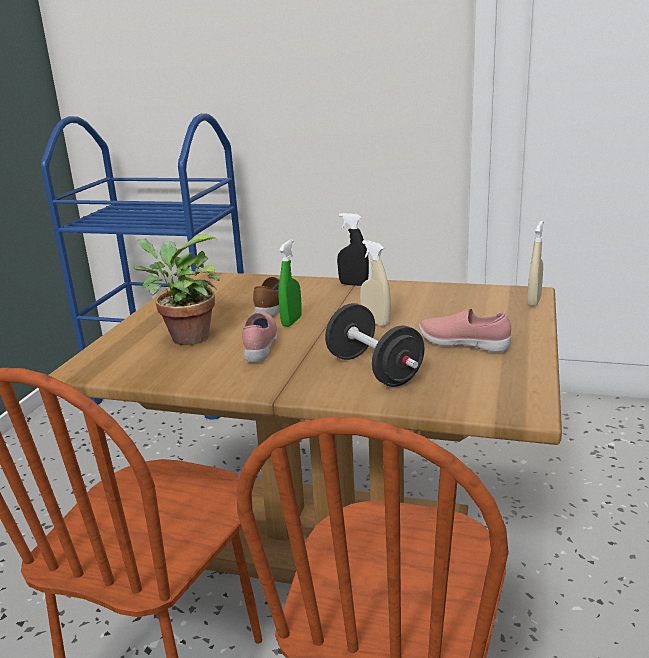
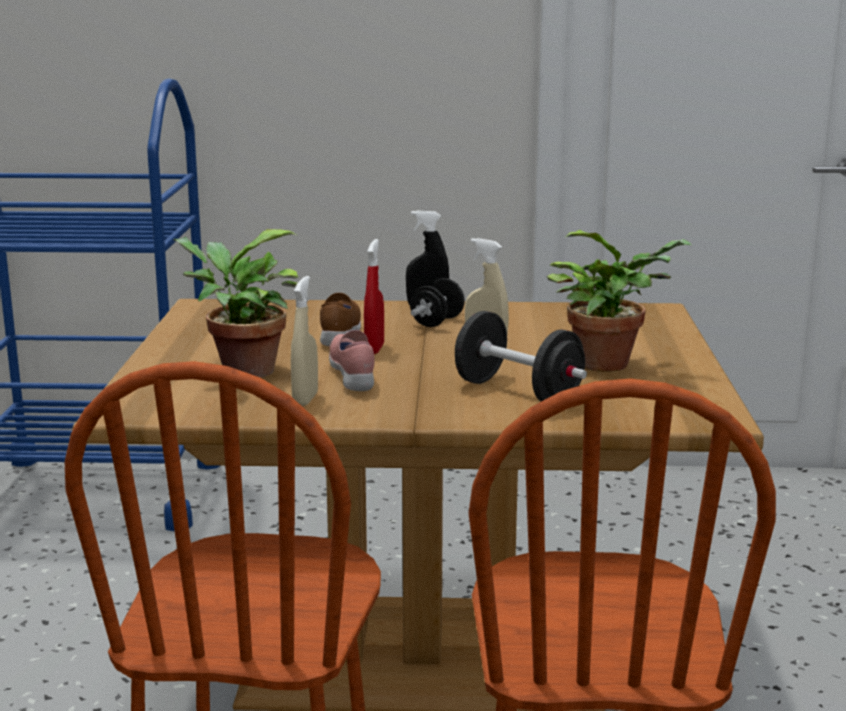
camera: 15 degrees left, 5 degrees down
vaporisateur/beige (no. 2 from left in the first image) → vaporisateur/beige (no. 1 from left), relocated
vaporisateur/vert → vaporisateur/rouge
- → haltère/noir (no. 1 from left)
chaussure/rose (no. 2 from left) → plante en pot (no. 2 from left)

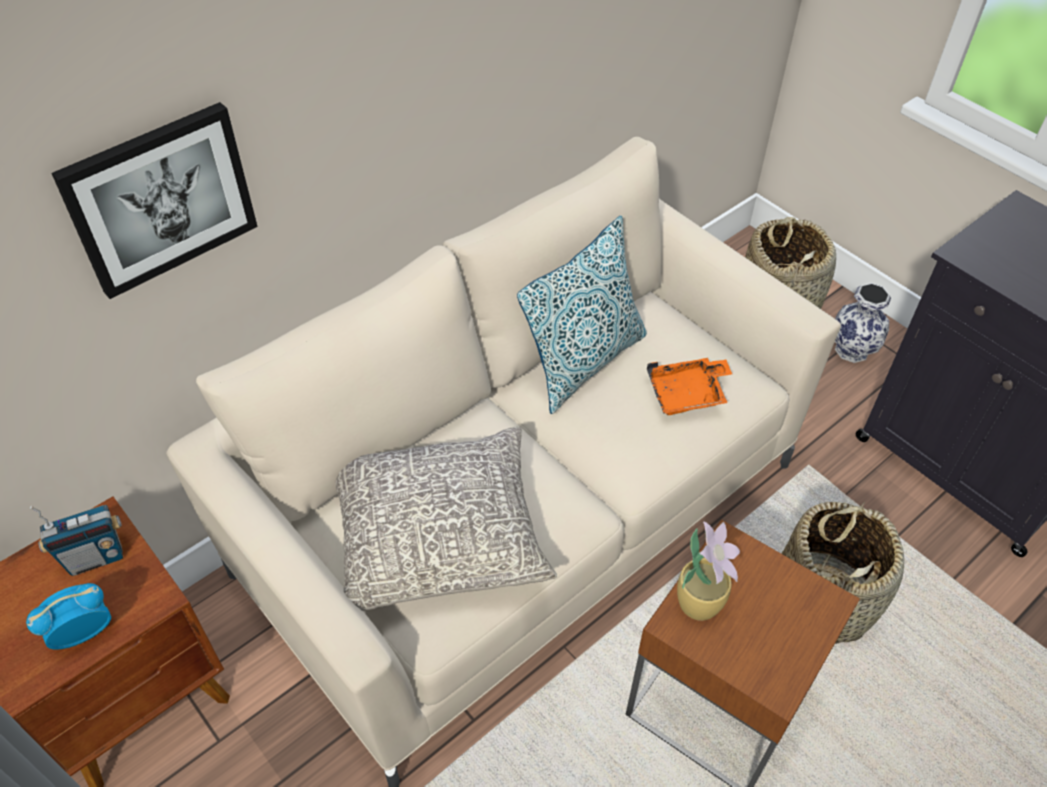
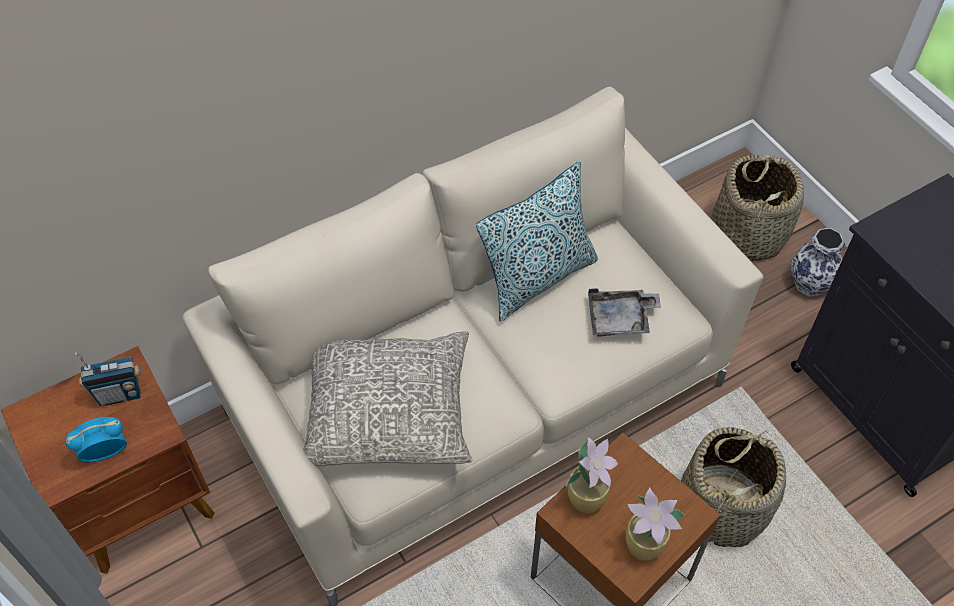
camera: 10 degrees right, 5 degrees up
plateau/orange → plateau/gris
- → plante en pot (no. 2 from left)
tableau → -

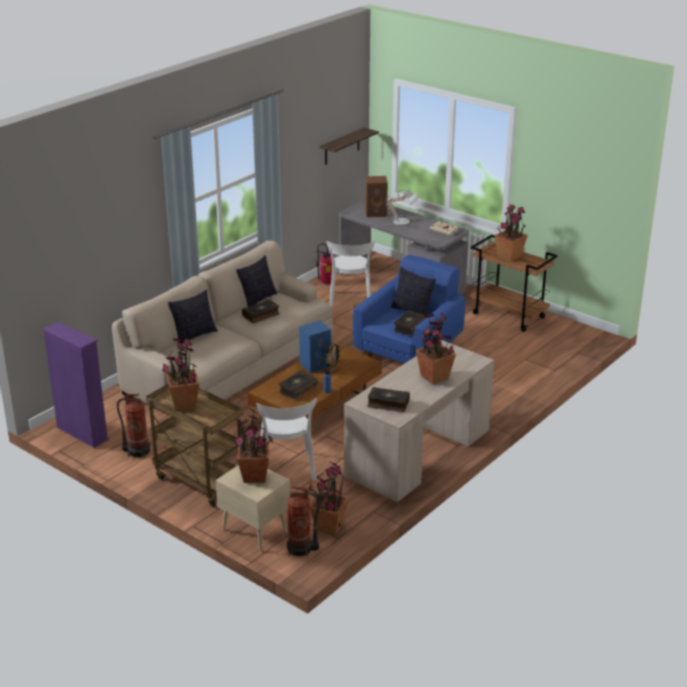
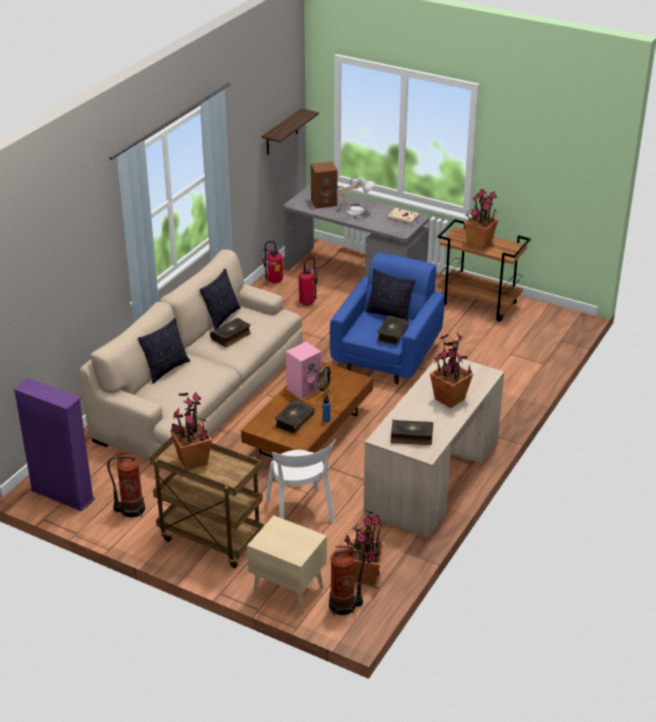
camera: 10 degrees left, 5 degrees up
enceinte/bleu → enceinte/rose
chaise/blanc (no. 2 from left) → extincteur (no. 3 from left)
plante en pot (no. 2 from left) → -

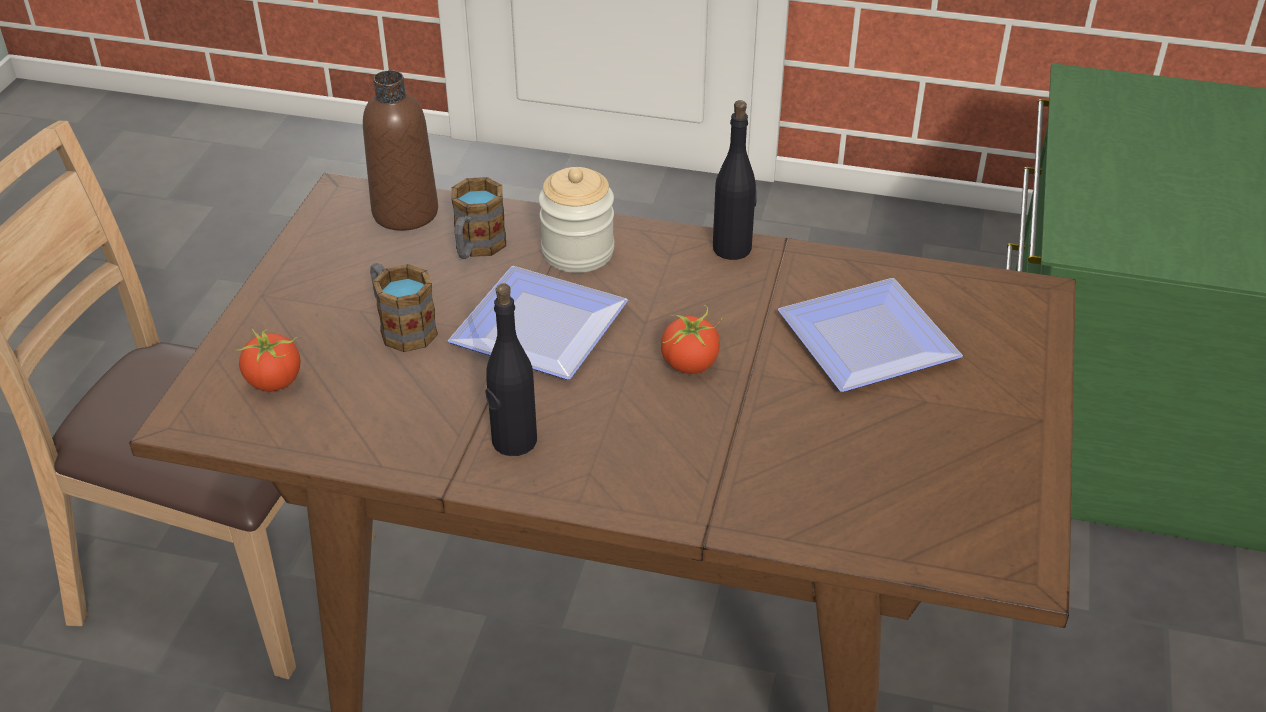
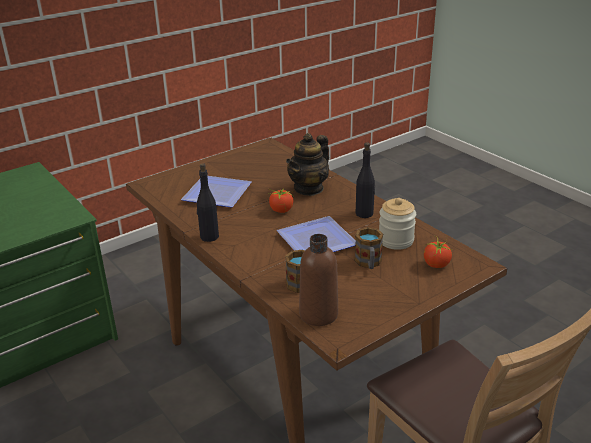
camera: 140 degrees left, 10 degrees down
- → théière
bocal, relocated

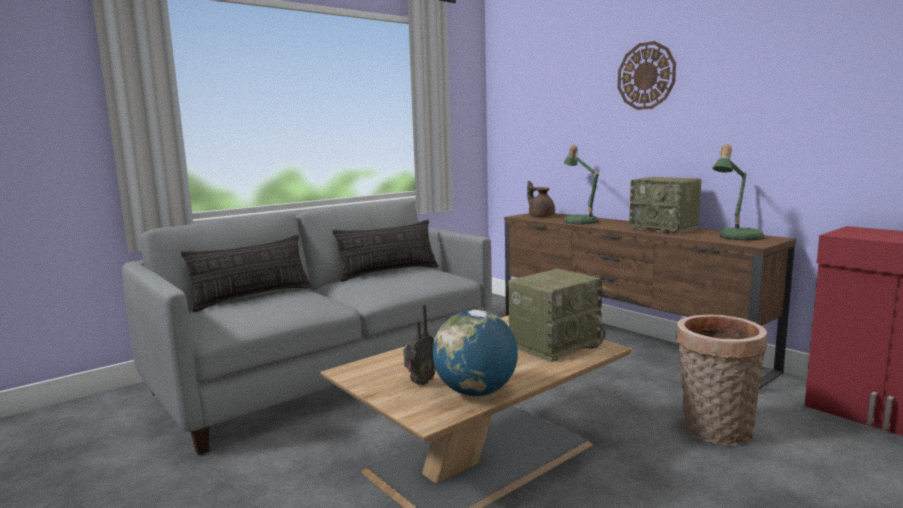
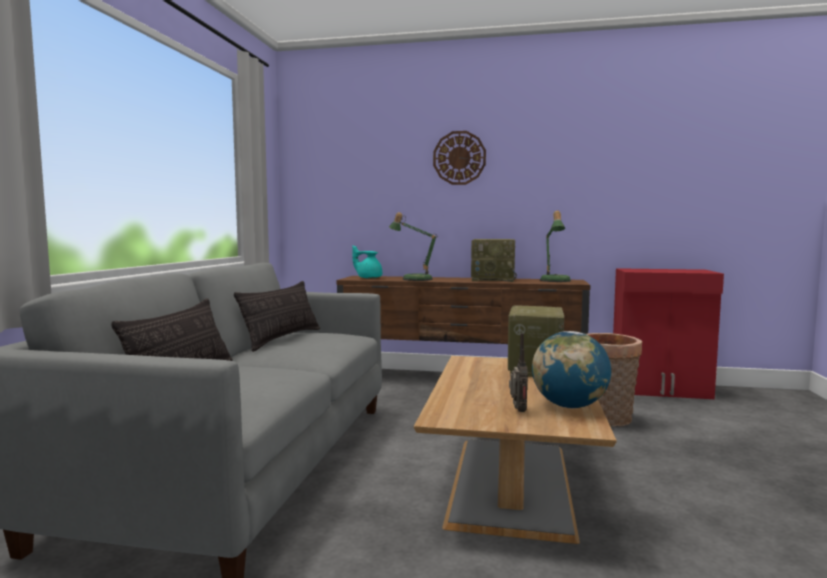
camera: 40 degrees left, 5 degrees down
théière/marron → théière/turquoise

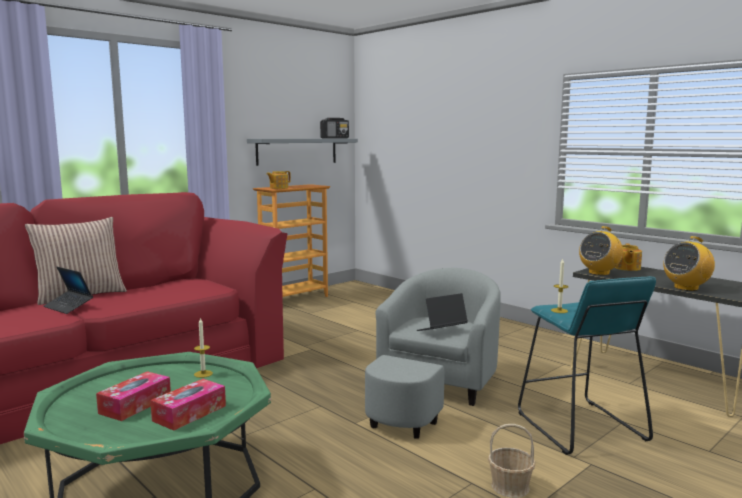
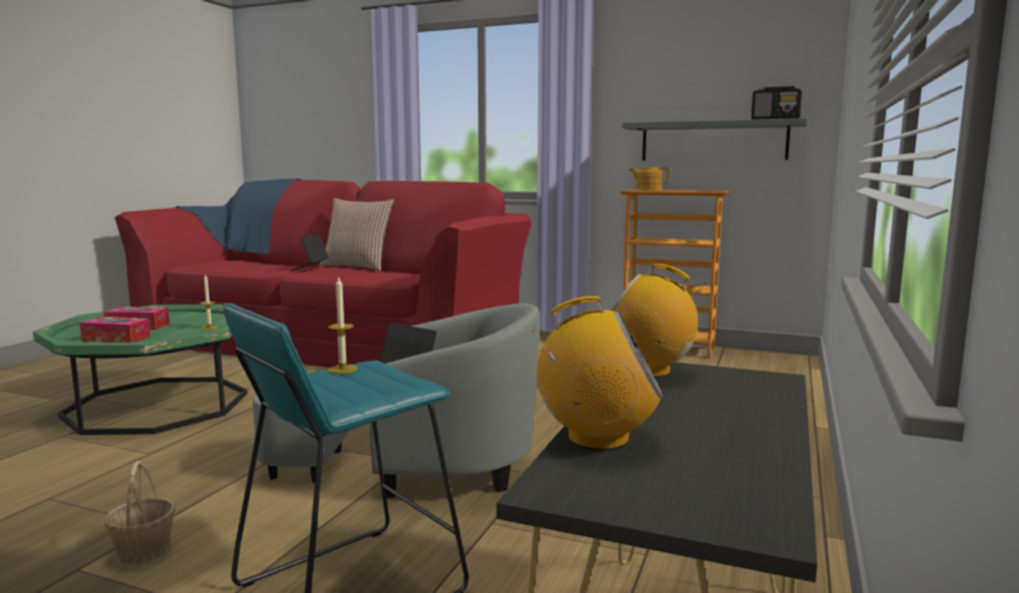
camera: 65 degrees right, 0 degrees up
radio (no. 3 from left in the first image) → radio (no. 1 from left), 150 degrees clockwise
théière (no. 2 from left) → -

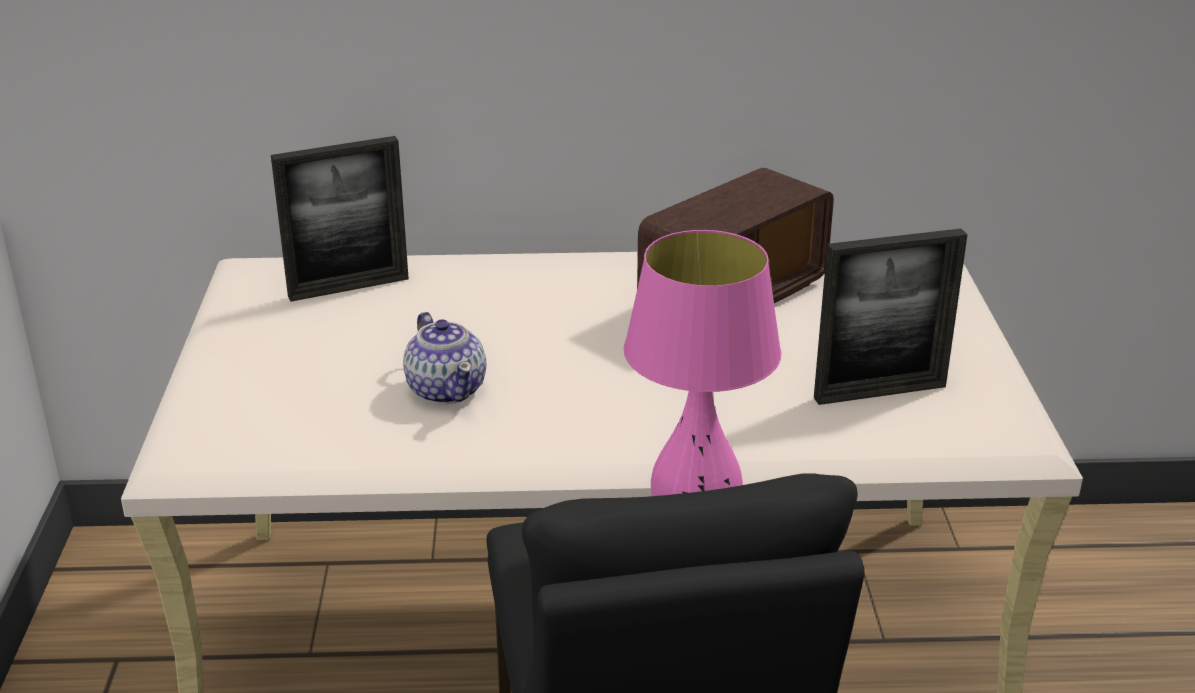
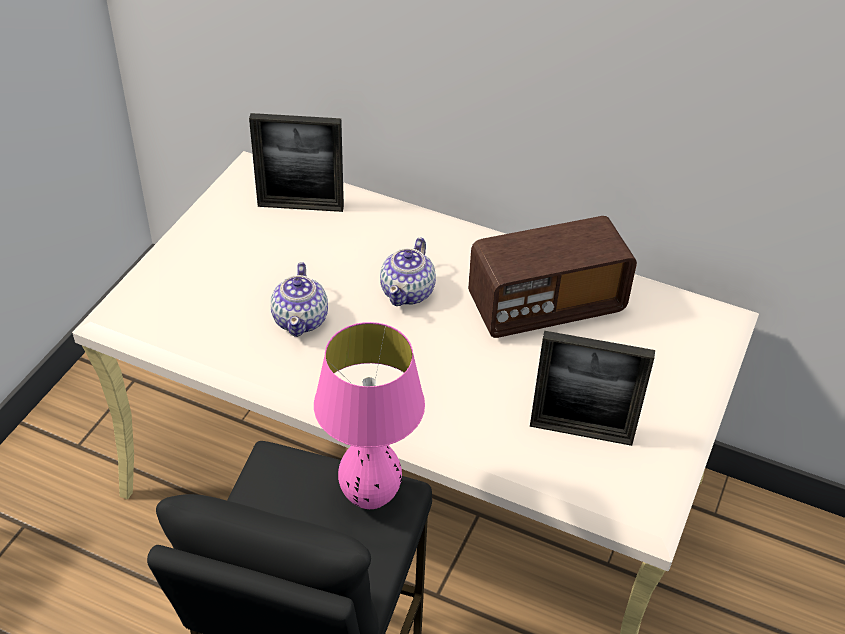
camera: 25 degrees right, 15 degrees up
- → théière (no. 2 from left)

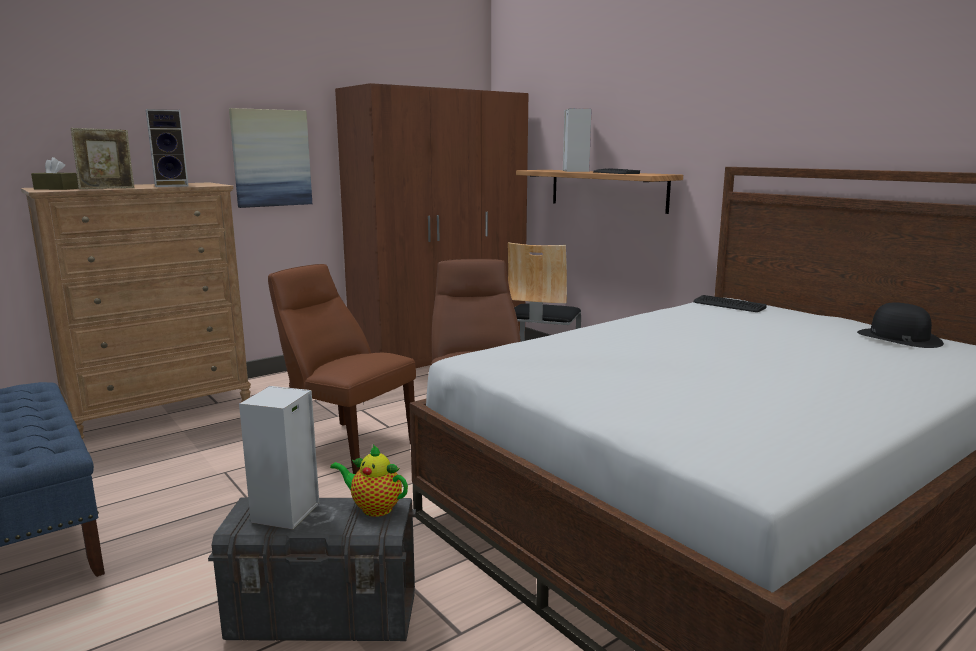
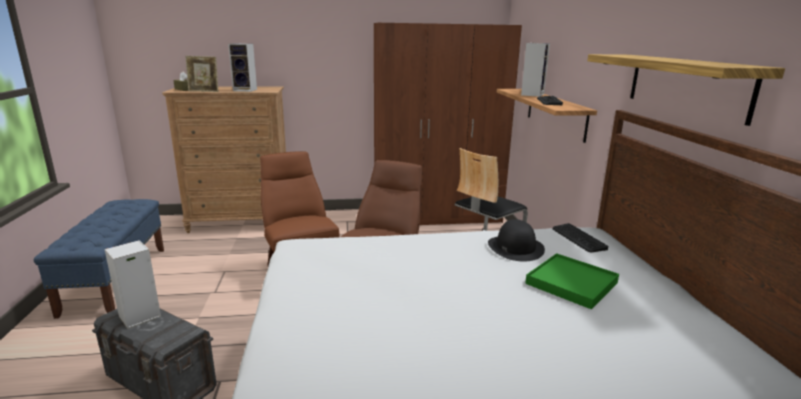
camera: 30 degrees right, 5 degrees up
chapeau/noir, relocated
- → plateau/vert
- → étagère (no. 2 from left)
tableau → -
théière → -

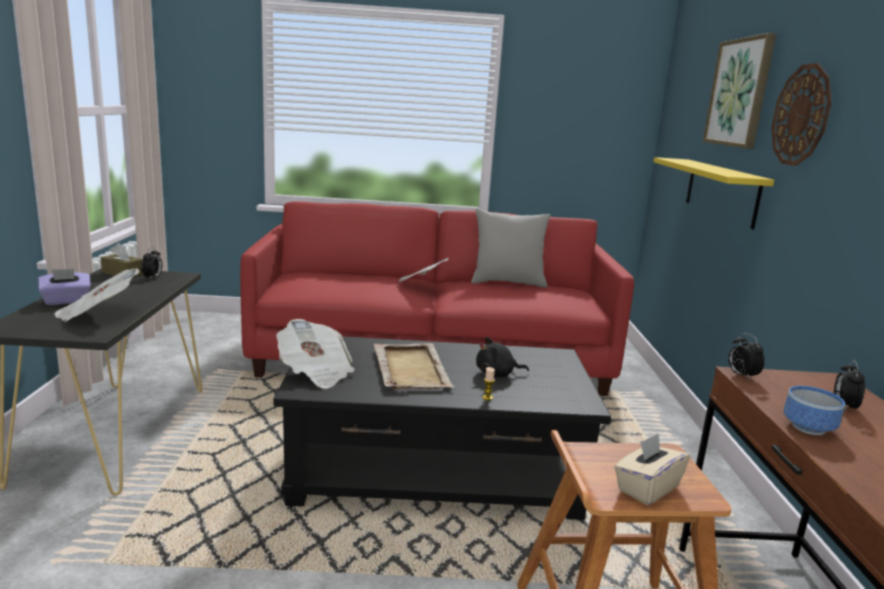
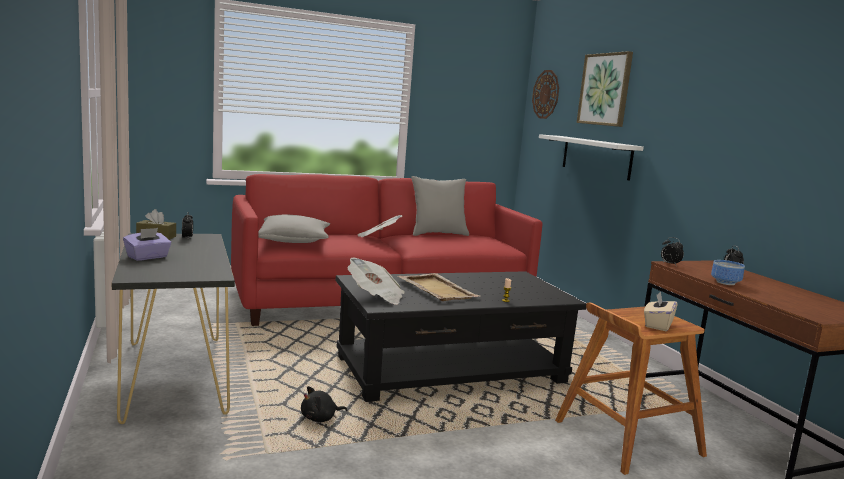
camera: 20 degrees left, 5 degrees down
- → coussin/gris (no. 1 from left)
peluche/noir, relocated
horloge murale, relocated
étagère/jaune → étagère/blanc
journal (no. 1 from left) → -

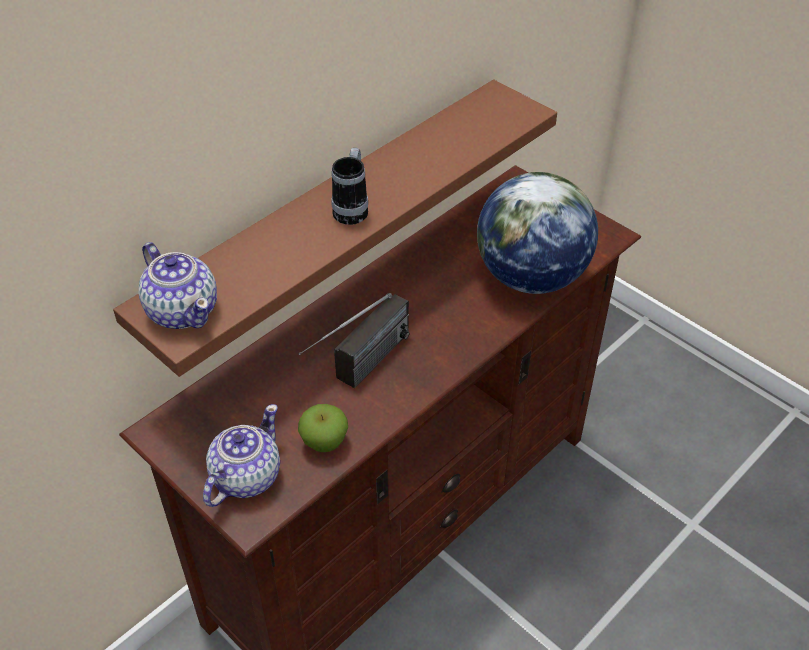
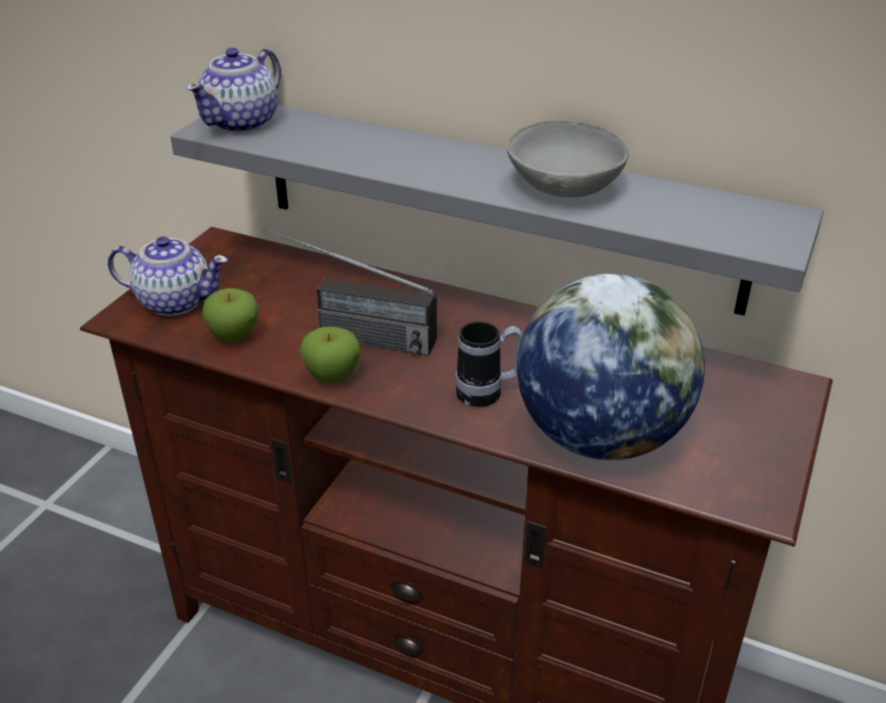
camera: 70 degrees right, 10 degrees down
étagère/marron → étagère/gris
- → pomme (no. 2 from left)
mug, relocated
- → bol/gris

